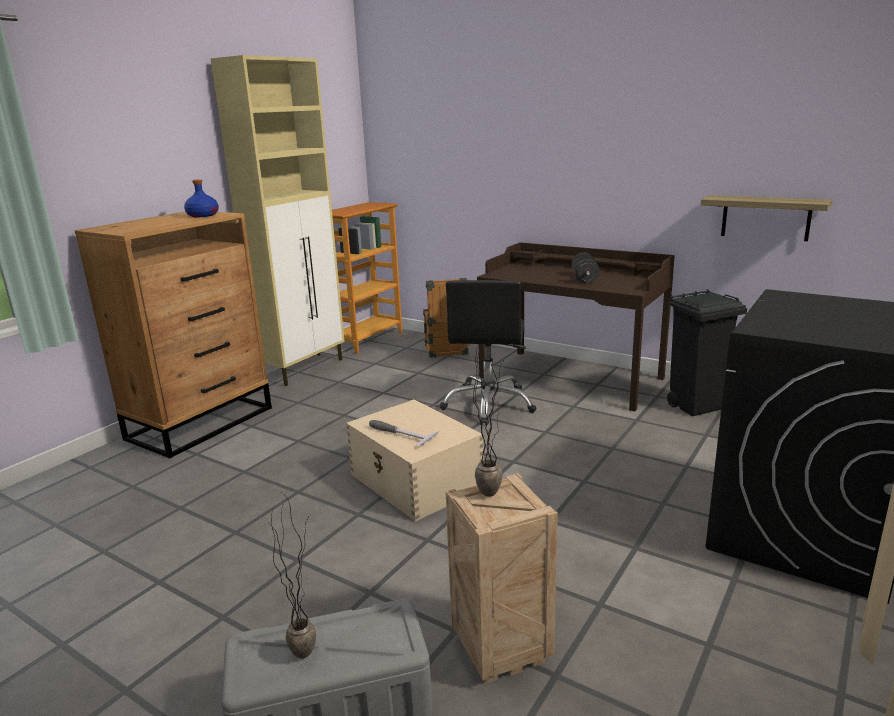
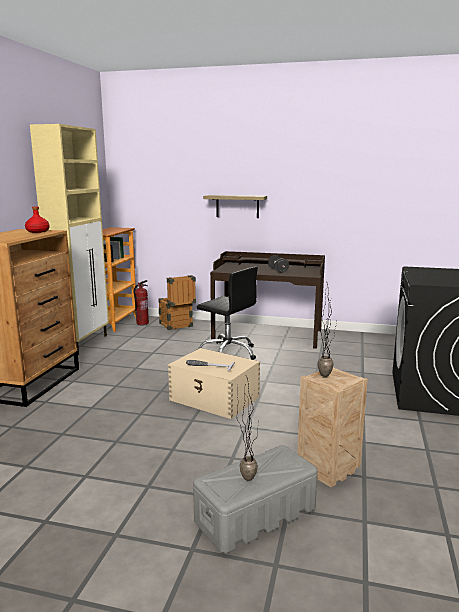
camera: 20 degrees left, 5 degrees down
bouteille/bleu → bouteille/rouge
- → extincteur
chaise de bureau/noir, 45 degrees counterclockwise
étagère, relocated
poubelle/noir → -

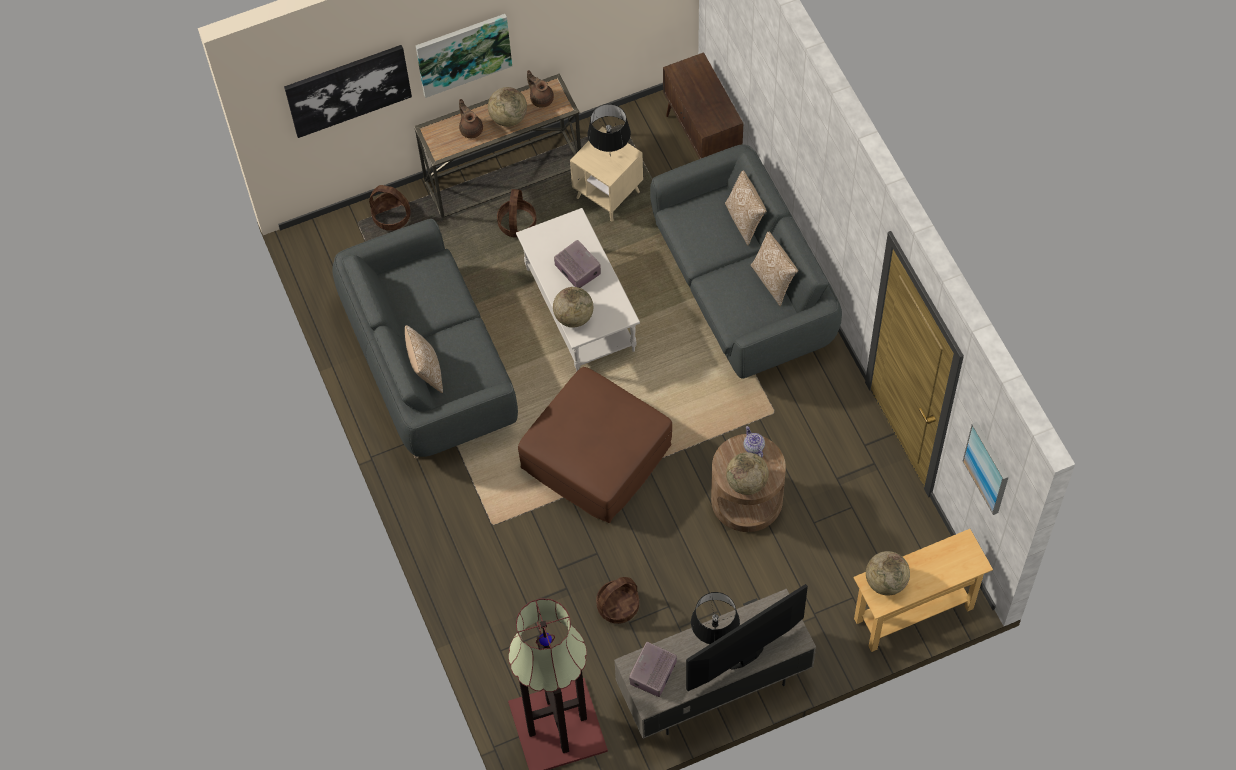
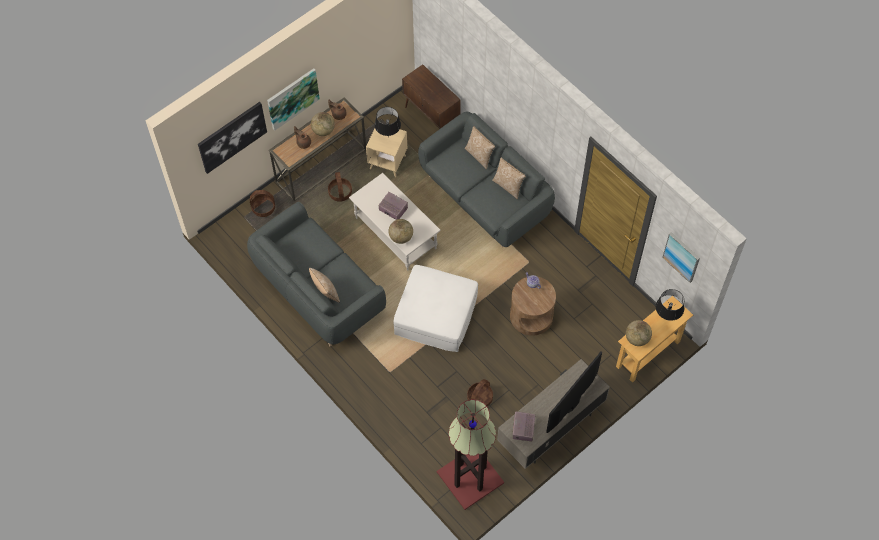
camera: 20 degrees left, 0 degrees up
pouf/marron → pouf/blanc
lampe de table/noir (no. 2 from left), relocated
globe (no. 3 from left) → -

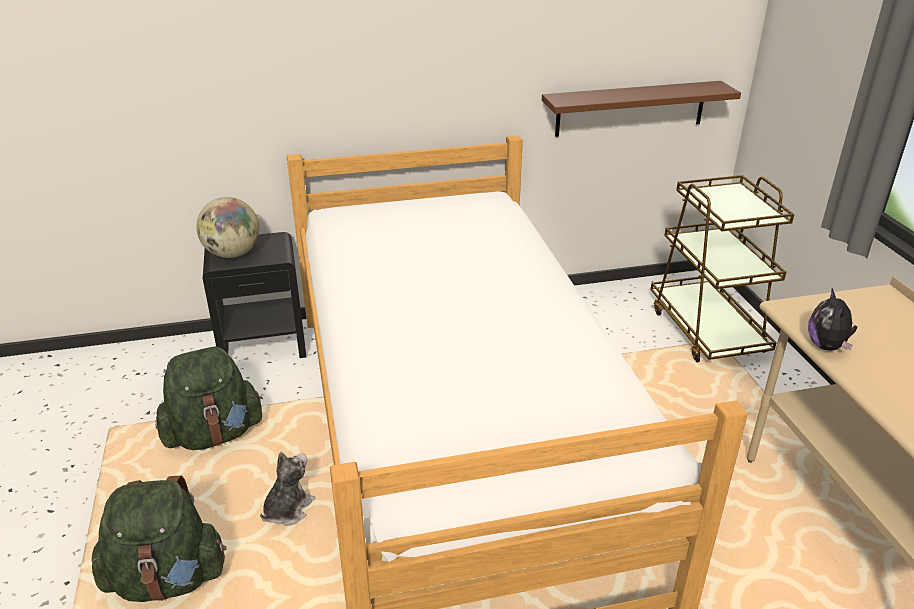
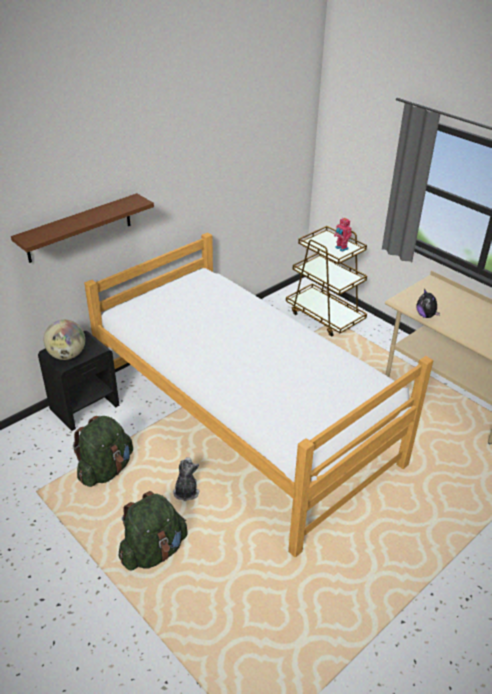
camera: 30 degrees left, 5 degrees up
étagère/marron, relocated
- → robot jouet

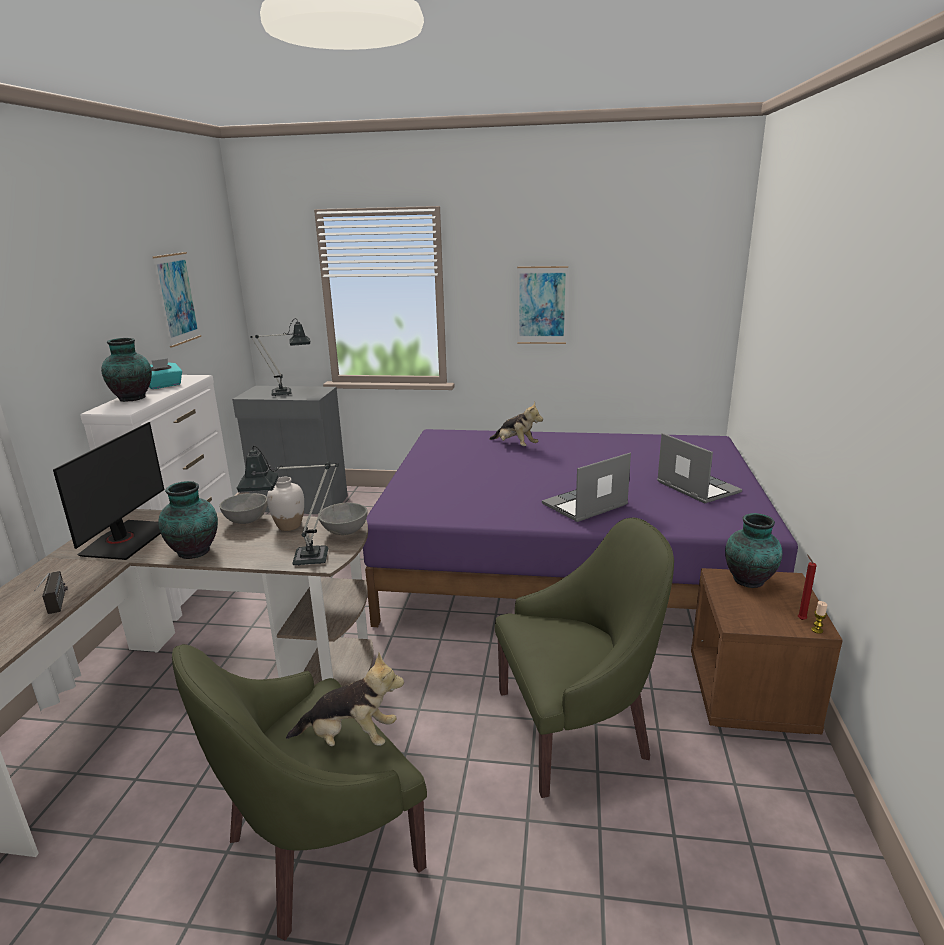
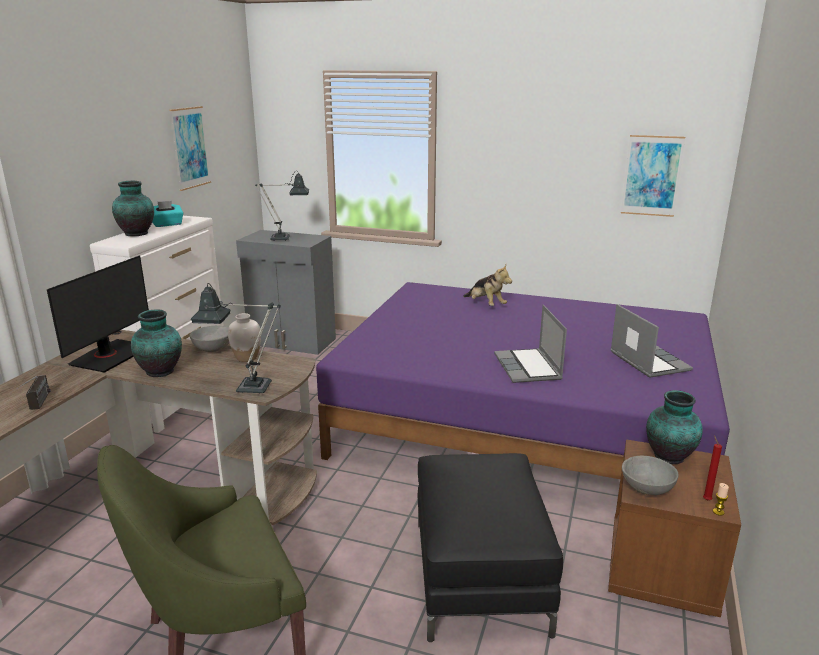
camera: 10 degrees right, 0 degrees up
fauteuil/vert (no. 2 from left) → pouf/noir
ordinateur portable (no. 1 from left), 75 degrees counterclockwise
tableau (no. 2 from left), relocated
bol/gris (no. 2 from left), relocated
peluche (no. 1 from left) → -

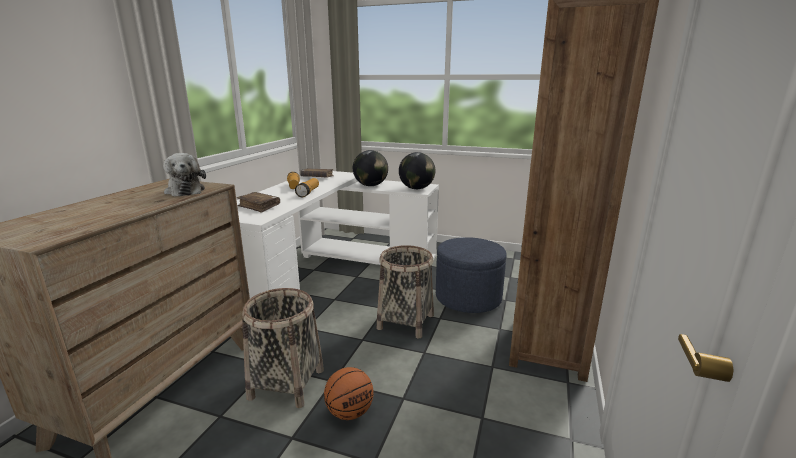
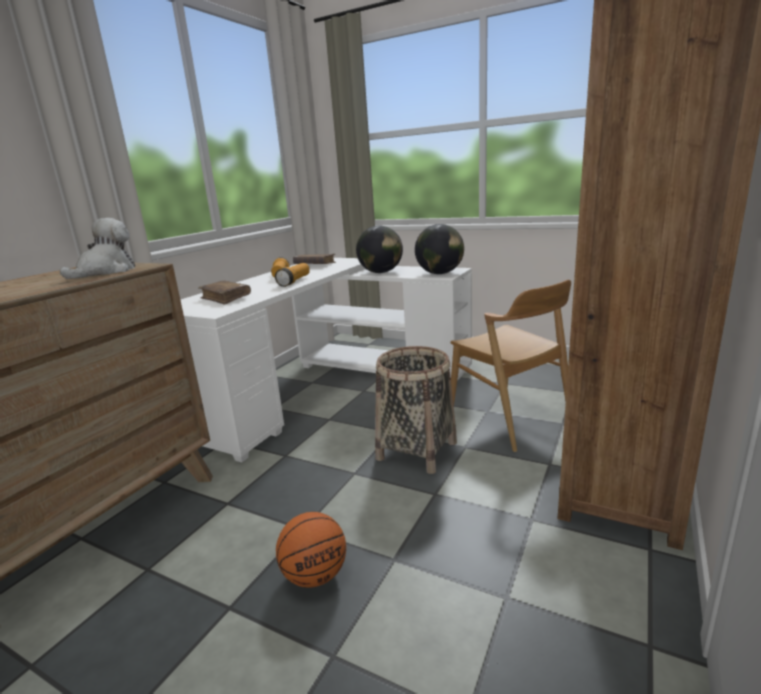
camera: 10 degrees right, 0 degrees up
peluche, 135 degrees counterclockwise
pouf/bleu → chaise/marron
panier (no. 1 from left) → -

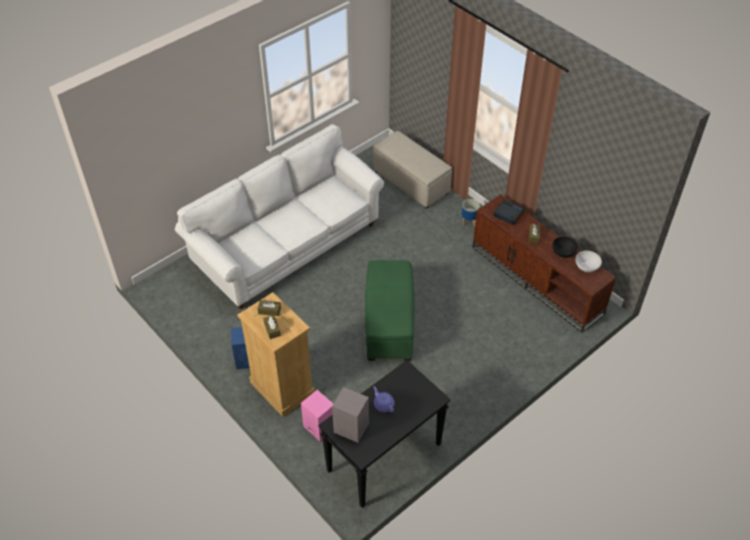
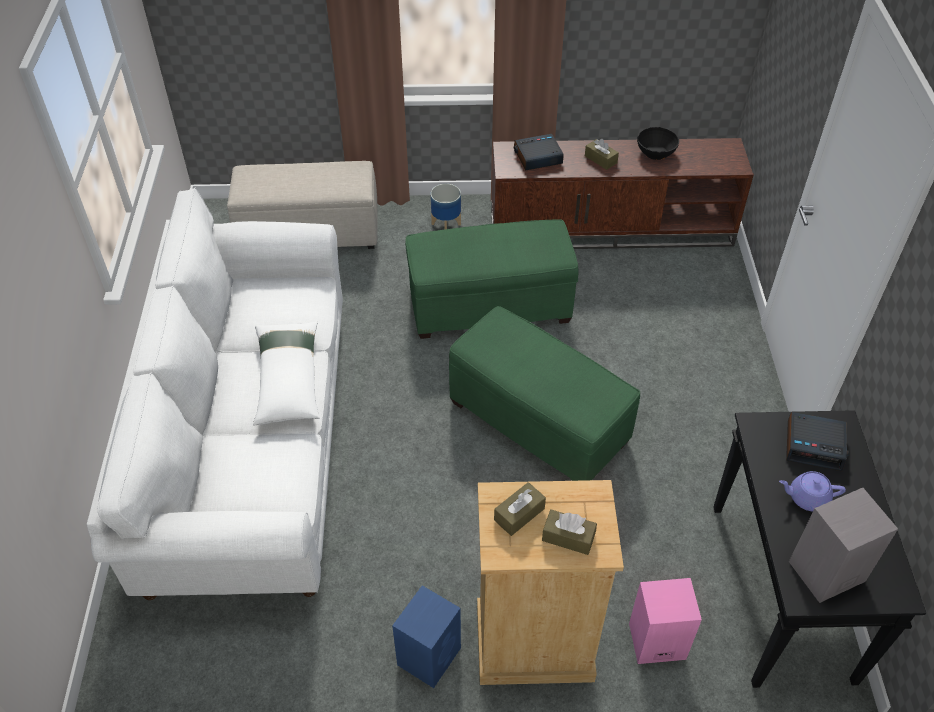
camera: 50 degrees left, 0 degrees up
- → coussin/blanc
- → pouf/vert (no. 1 from left)
- → réveil (no. 2 from left)
bol/blanc → -

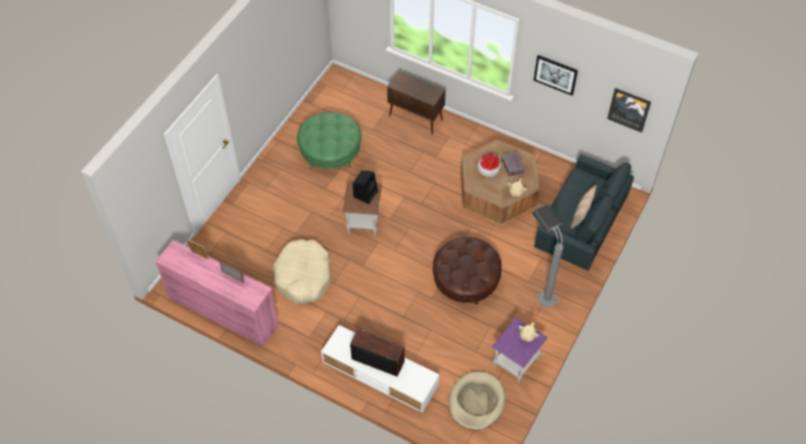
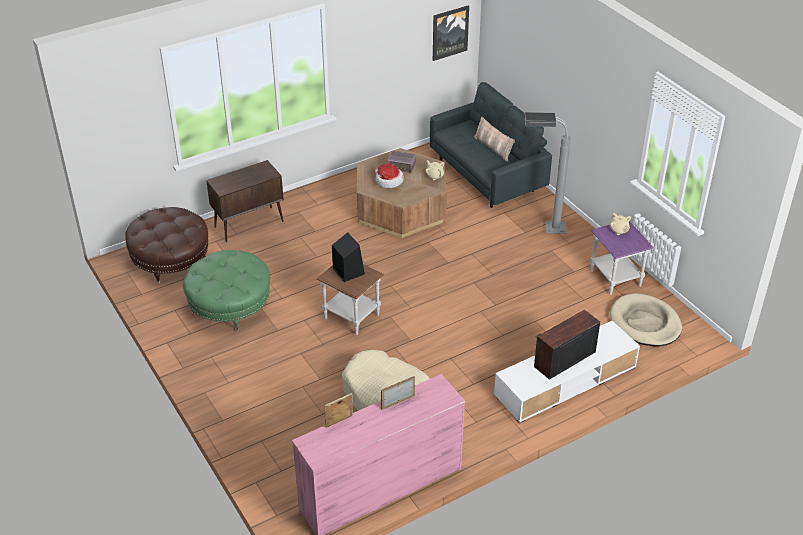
camera: 60 degrees left, 15 degrees down
pouf/marron, relocated
tableau (no. 1 from left) → -

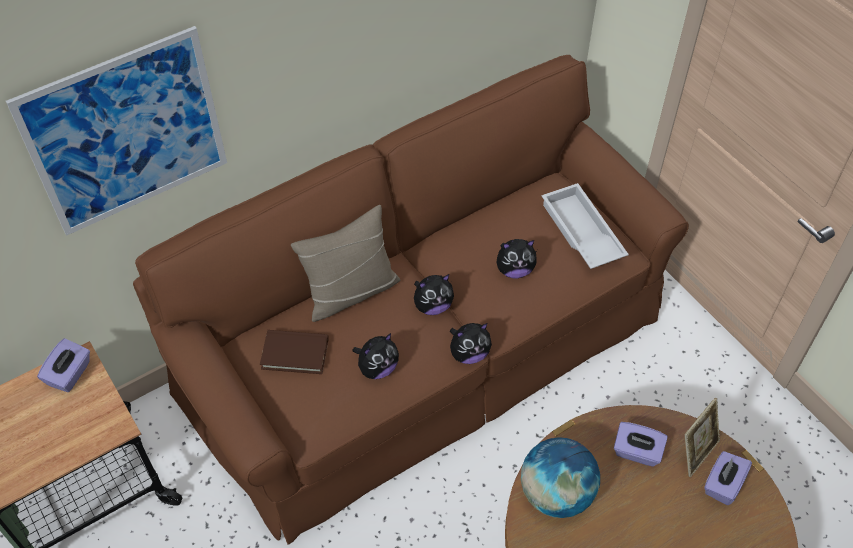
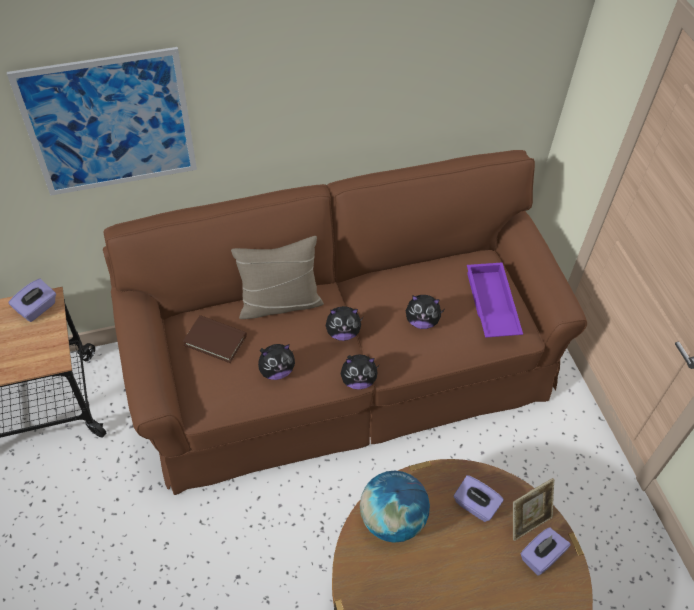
camera: 15 degrees right, 0 degrees up
plateau/blanc → plateau/violet

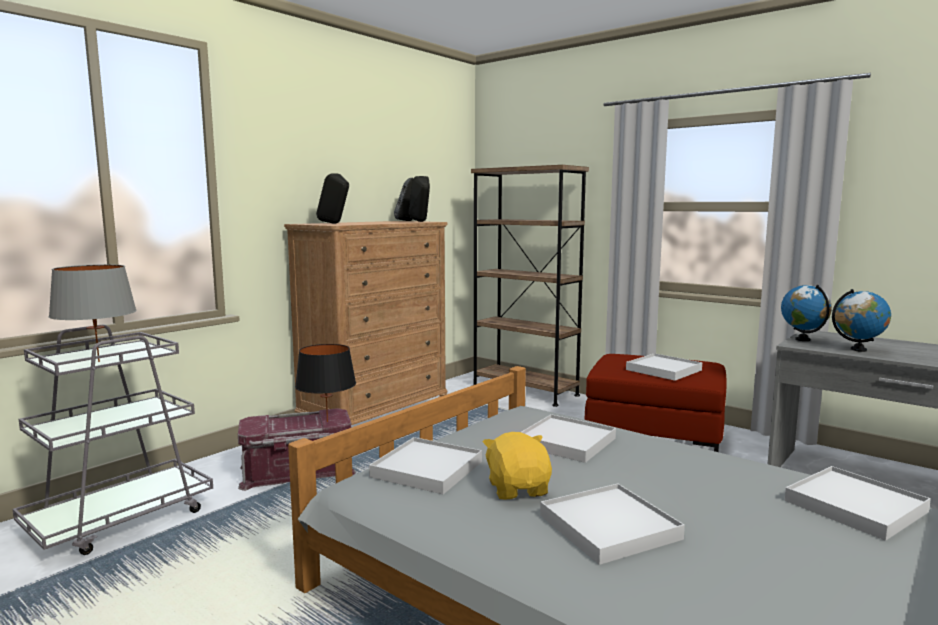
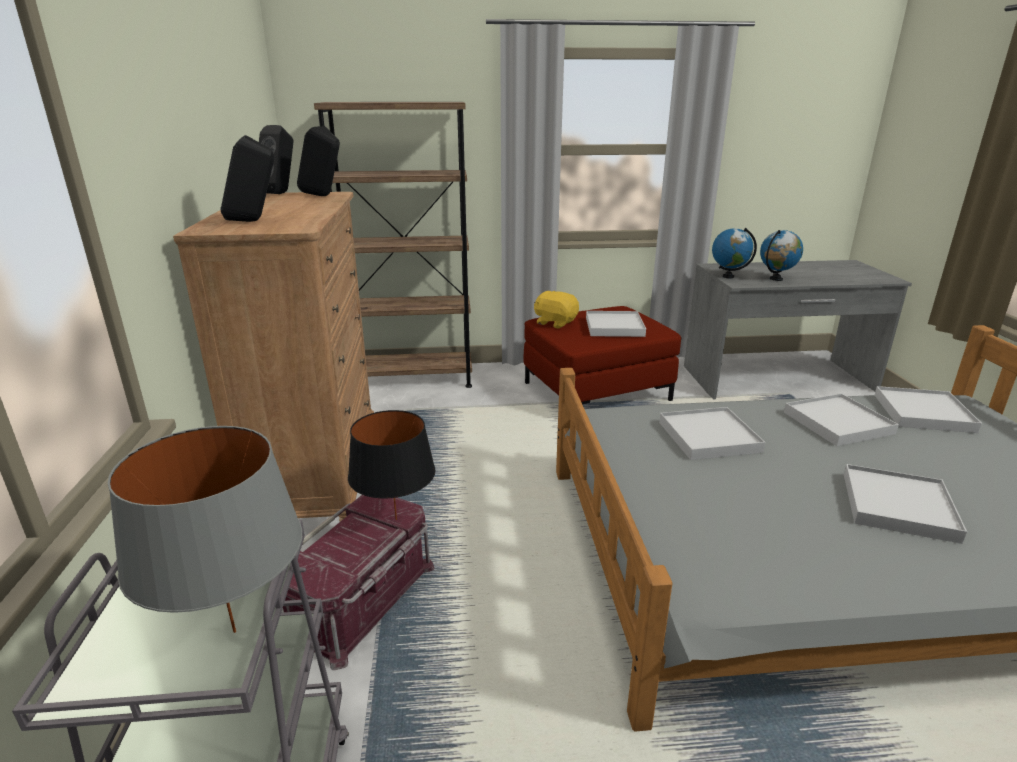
camera: 45 degrees left, 15 degrees up
peluche/jaune, relocated
plateau/blanc (no. 1 from left in the first image) → plateau/blanc (no. 3 from left), relocated

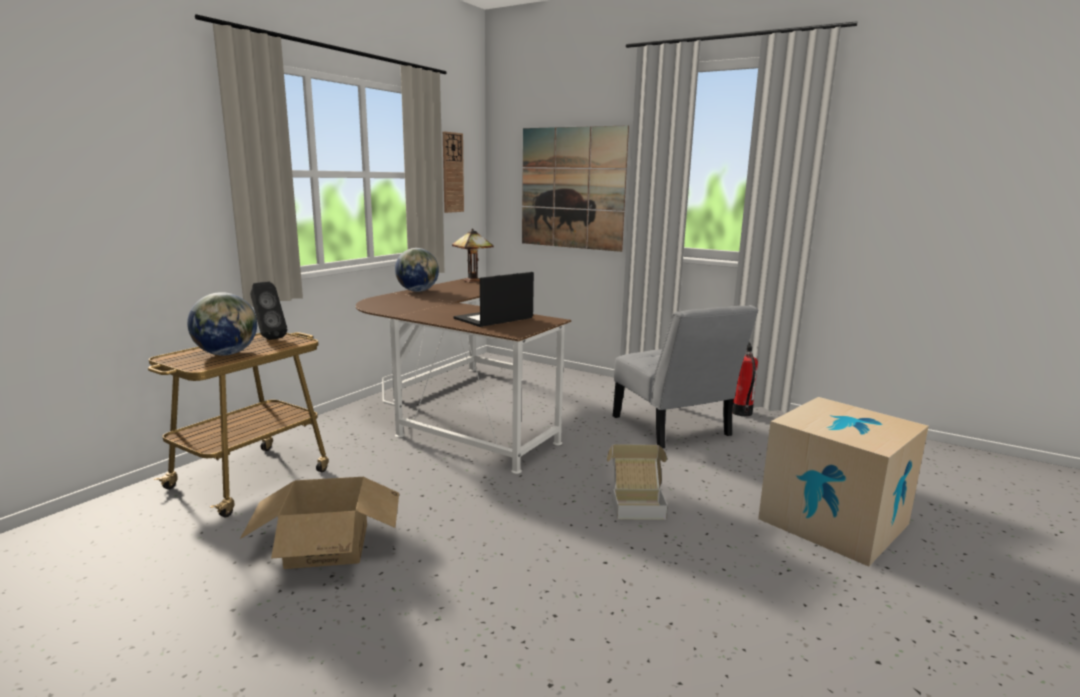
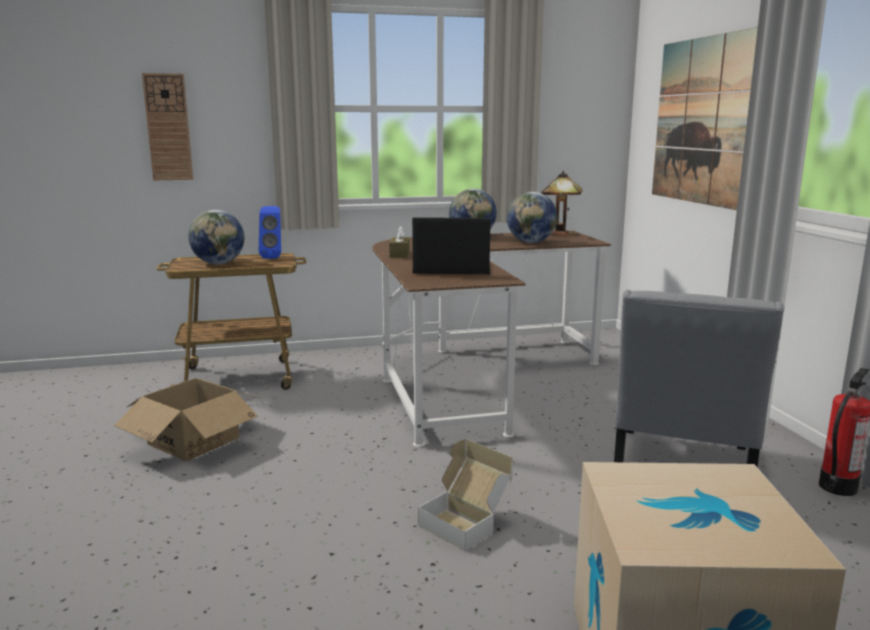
camera: 45 degrees right, 0 degrees up
horloge murale, relocated
enceinte/noir → enceinte/bleu
- → boîte à mouchoirs/marron
- → globe (no. 3 from left)

